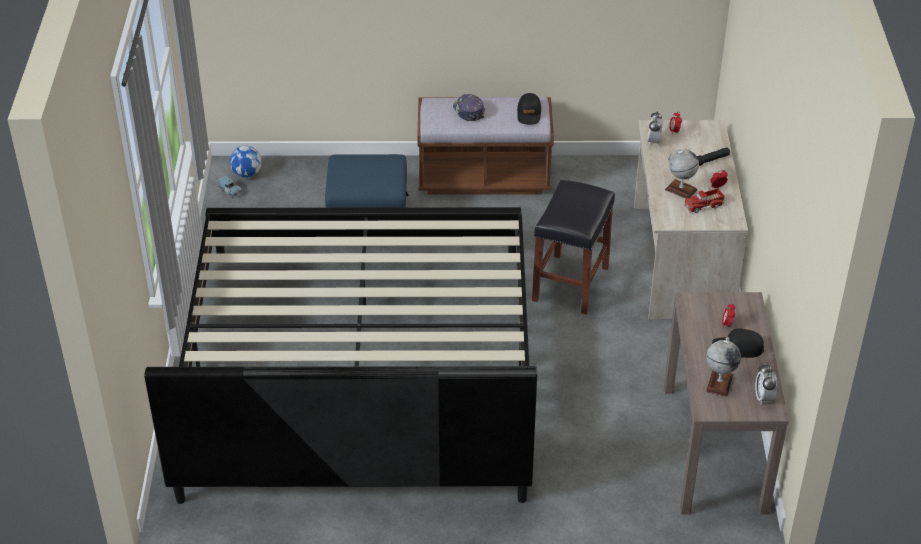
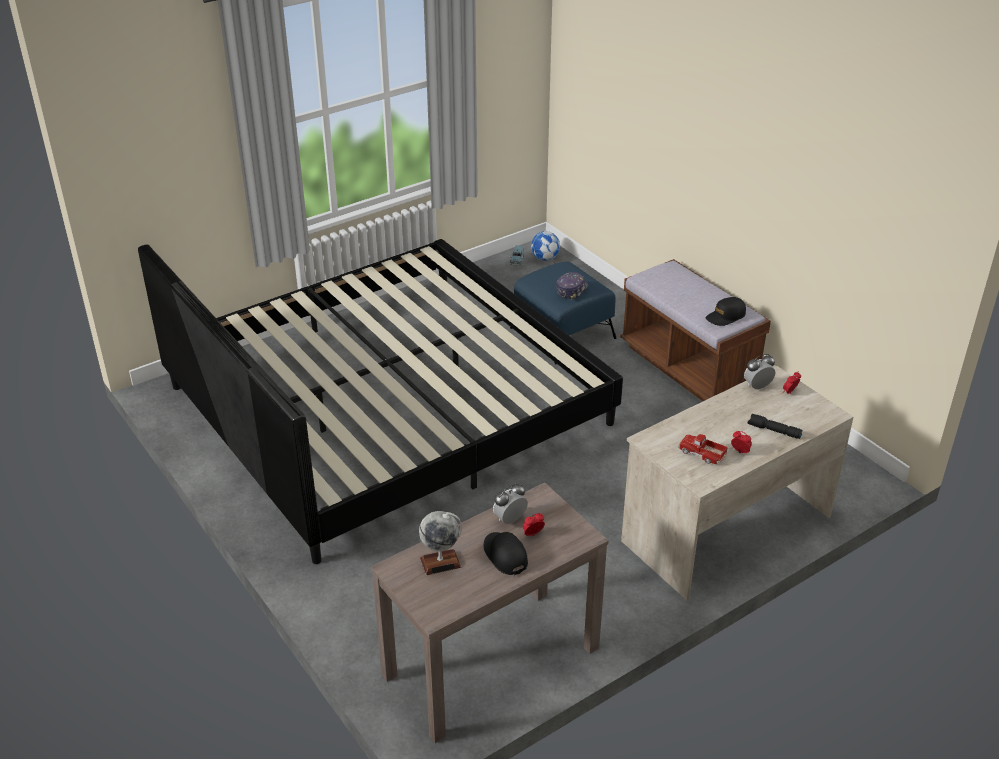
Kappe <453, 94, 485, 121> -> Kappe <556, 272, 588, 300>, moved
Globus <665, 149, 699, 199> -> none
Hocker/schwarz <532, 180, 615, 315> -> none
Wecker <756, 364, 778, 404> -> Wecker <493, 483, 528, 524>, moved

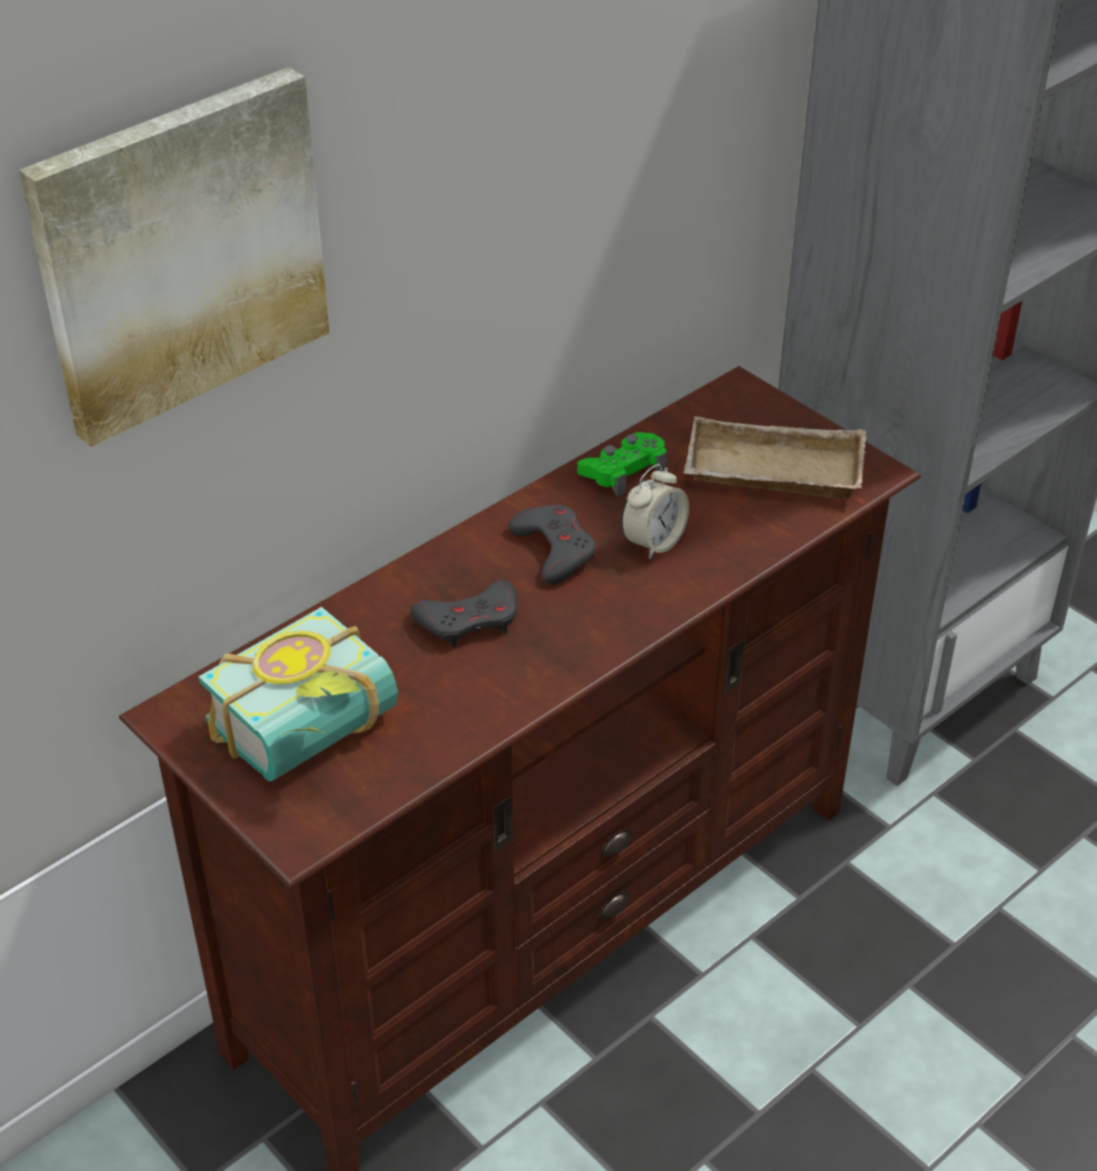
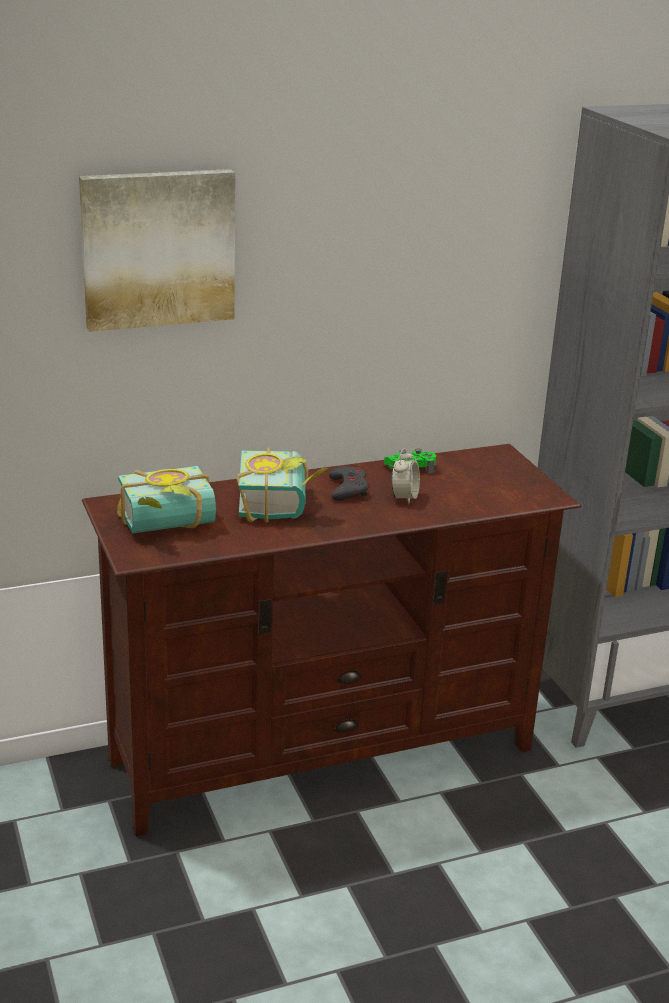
Tablett/beige <684, 416, 867, 499> -> none
Wecker <621, 464, 689, 559> -> Wecker <391, 448, 420, 504>, 45 degrees counterclockwise
Gamepad/grau <411, 580, 517, 648> -> Buch <237, 447, 329, 522>

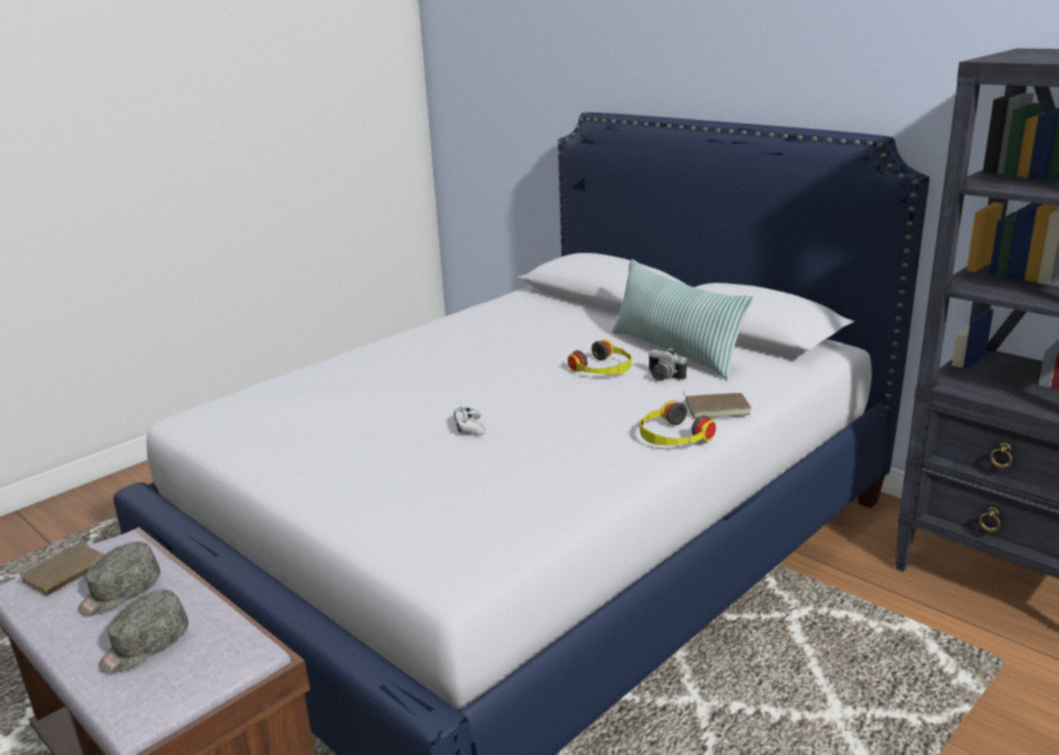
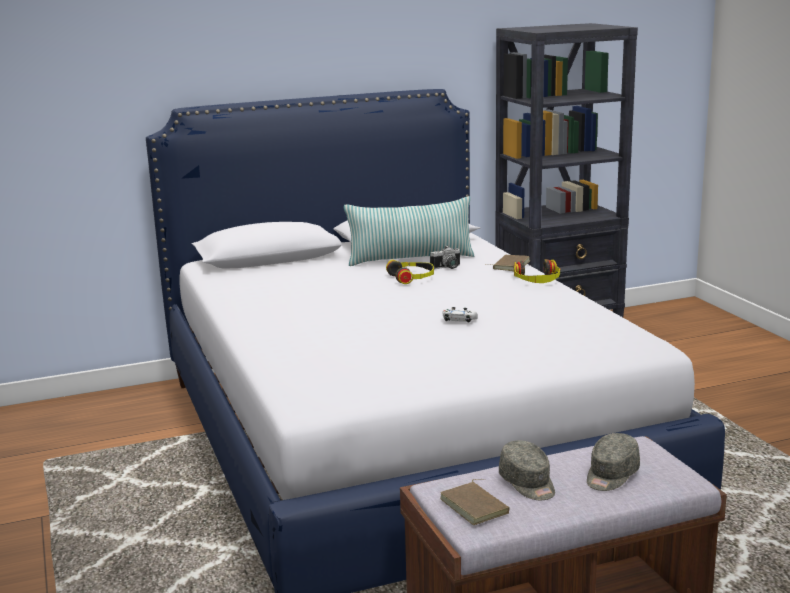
Kappe/grau <98, 590, 188, 673> -> Kappe/grau <587, 433, 640, 491>, 60 degrees clockwise

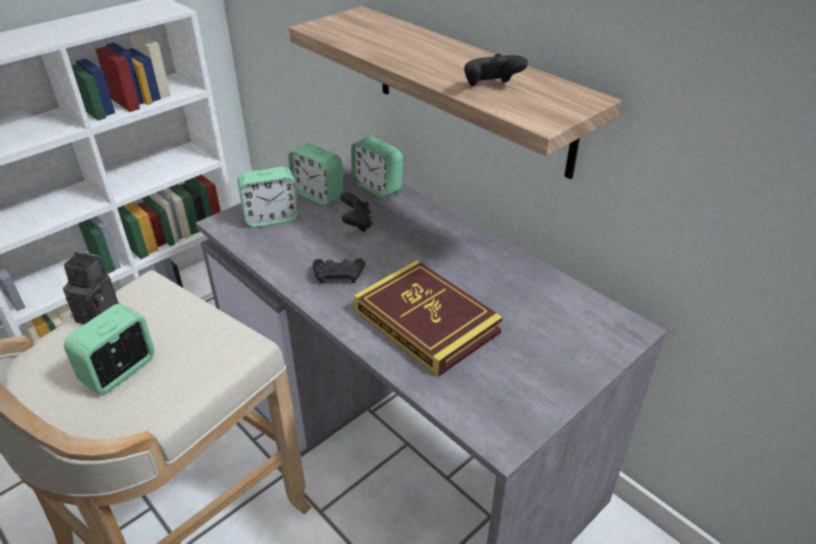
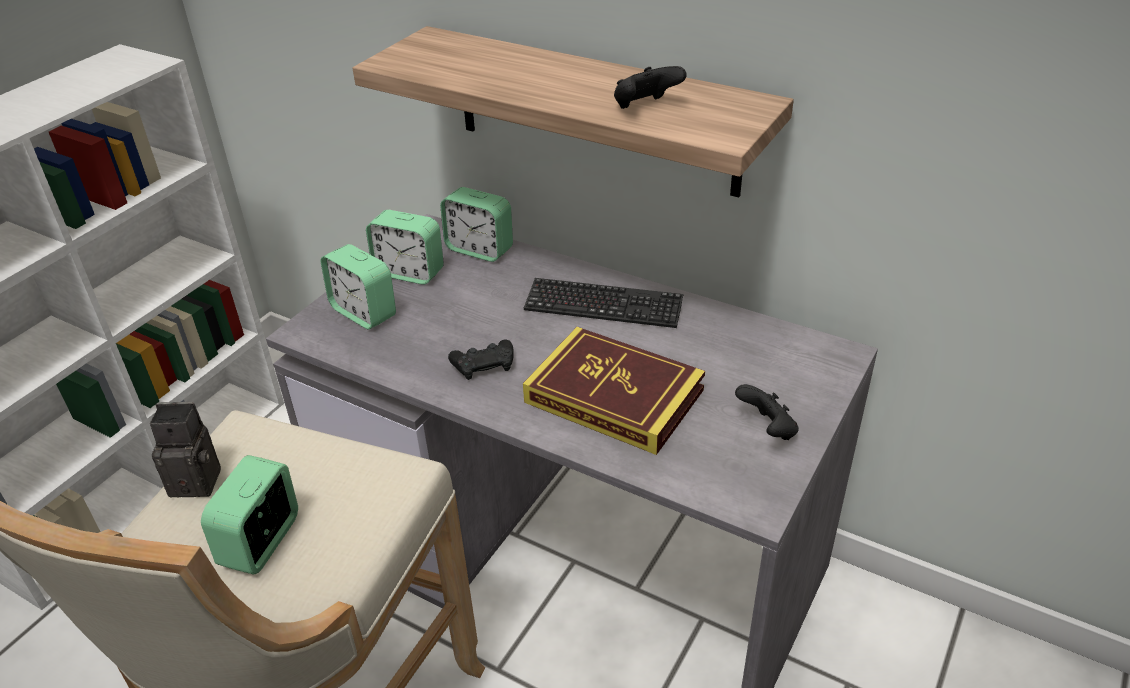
Wecker <237, 167, 299, 227> -> Wecker <321, 244, 396, 330>, 75 degrees clockwise
Gamepad/schwarz <340, 192, 372, 232> -> Gamepad/schwarz <735, 384, 799, 440>, moved
none -> Tastatur <524, 278, 683, 328>

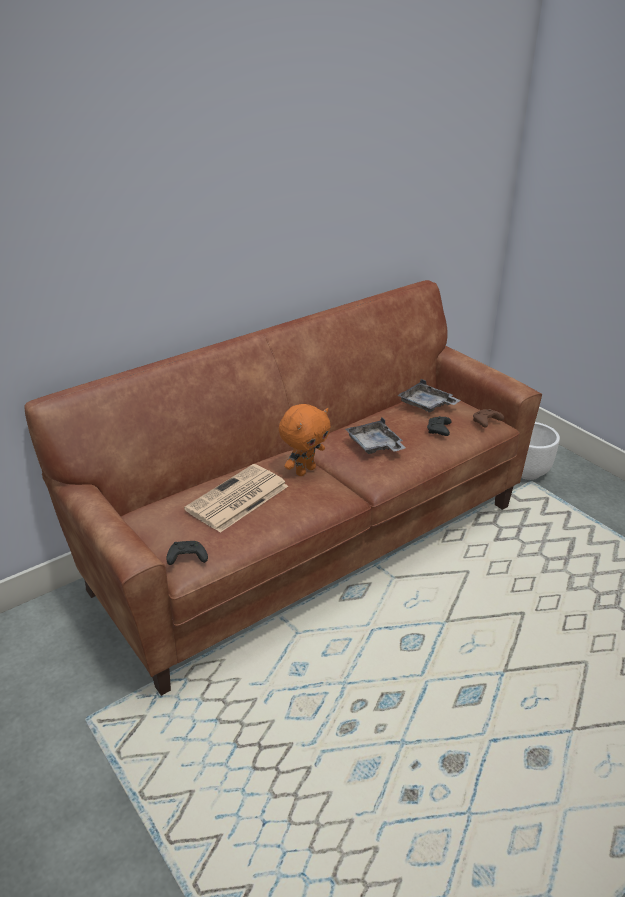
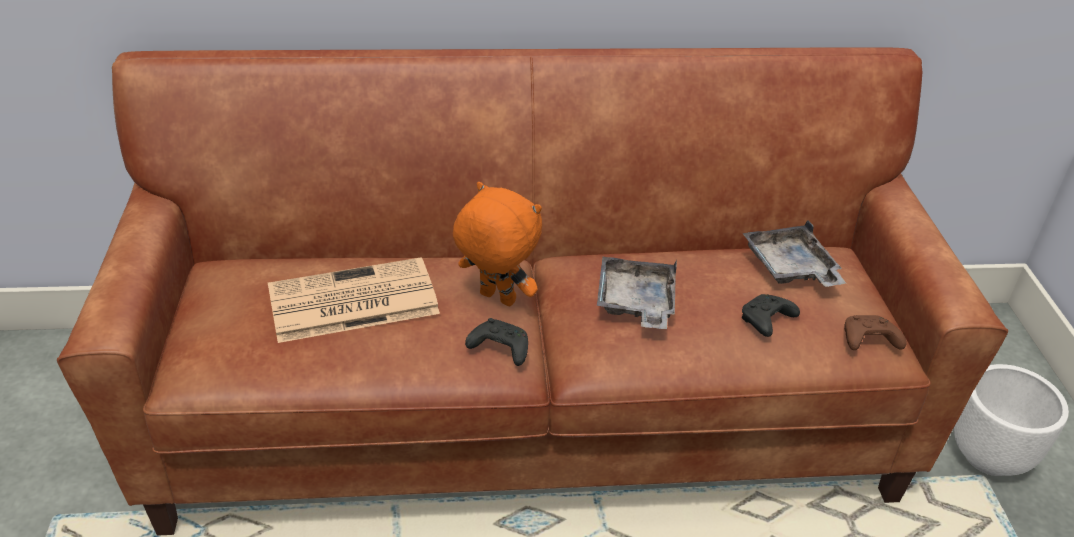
Plüschtier/orange <279, 404, 331, 476> -> Plüschtier/orange <453, 182, 542, 306>, 135 degrees counterclockwise
Gamepad/schwarz <166, 541, 208, 565> -> Gamepad/schwarz <465, 318, 528, 366>, moved

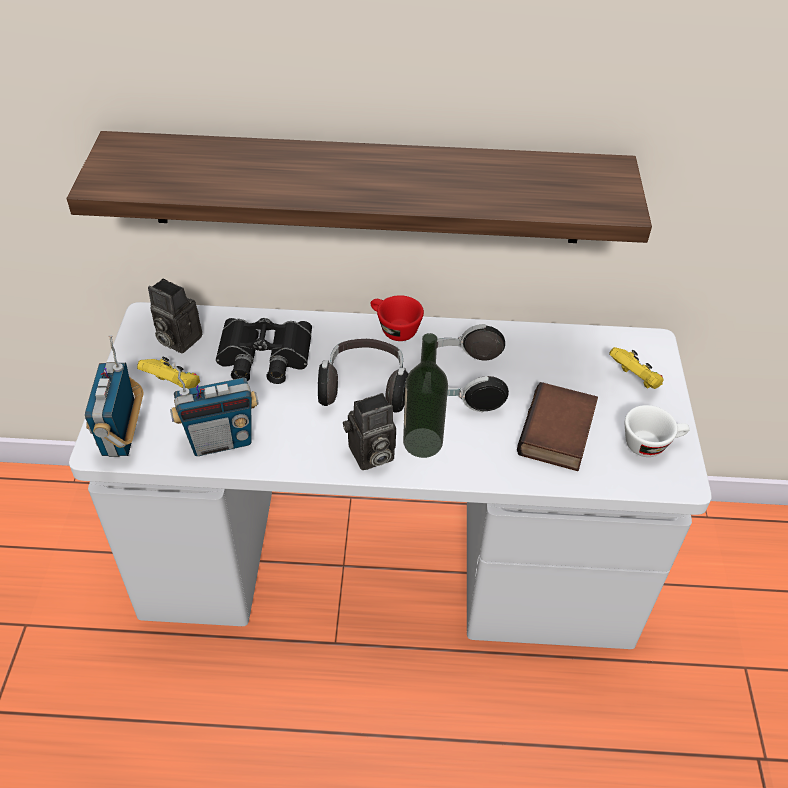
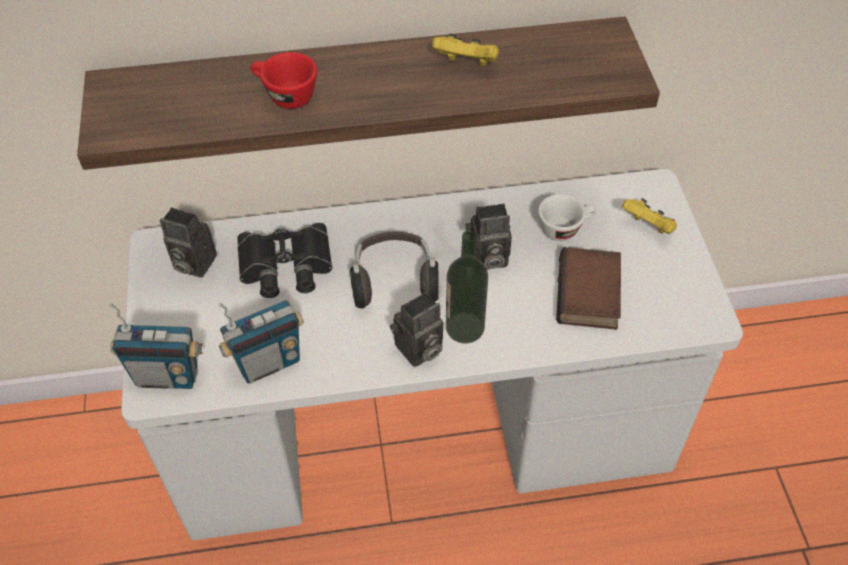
Tasse/rot <370, 295, 424, 341> -> Tasse/rot <250, 52, 317, 109>, moved
Kopfhörer <437, 324, 509, 412> -> Kamera <466, 203, 512, 270>
Radio <85, 335, 143, 457> -> Radio <109, 303, 203, 389>, 75 degrees counterclockwise
Gamepad/gelb <137, 357, 200, 389> -> Gamepad/gelb <432, 34, 499, 66>, moved
Tasse/weiß <625, 405, 690, 457> -> Tasse/weiß <538, 194, 596, 241>, moved

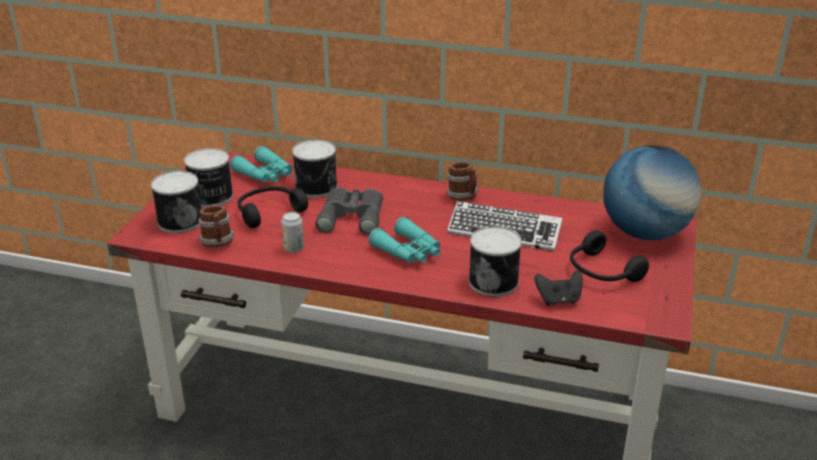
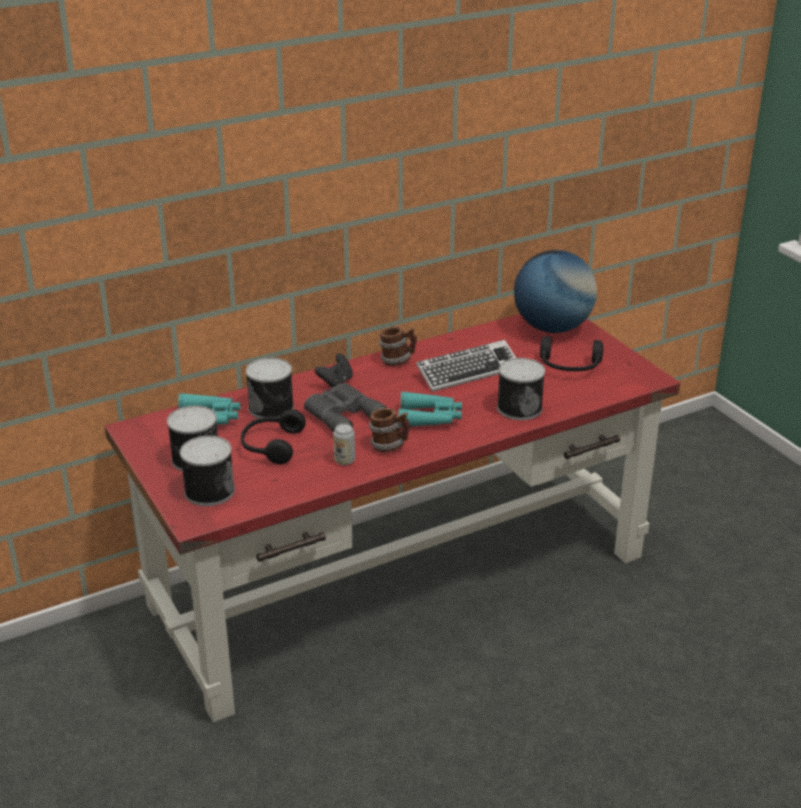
Henkelbecher <198, 205, 234, 248> -> Henkelbecher <369, 408, 410, 452>, moved
Gamepad/schwarz <535, 270, 583, 306> -> Gamepad/schwarz <315, 354, 353, 388>, moved

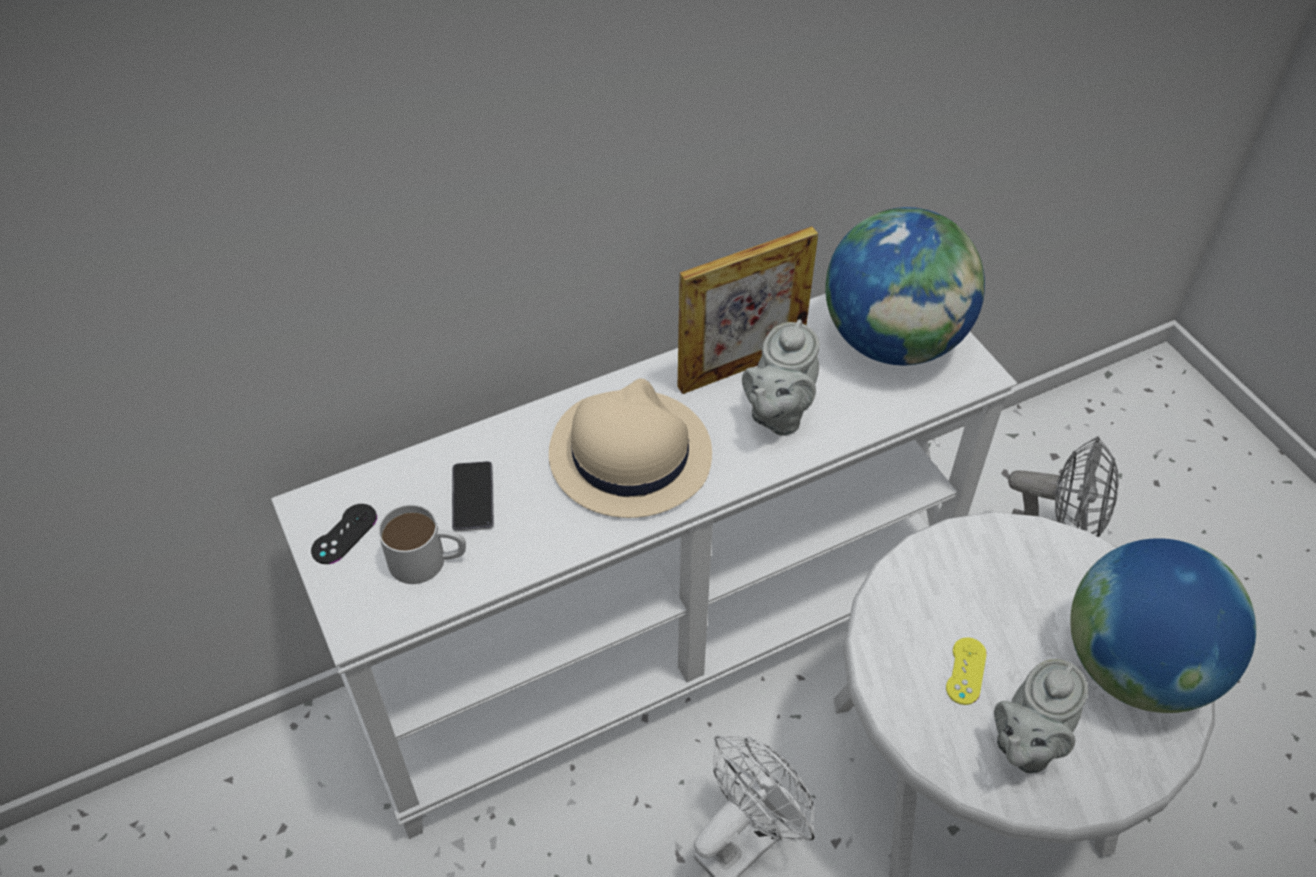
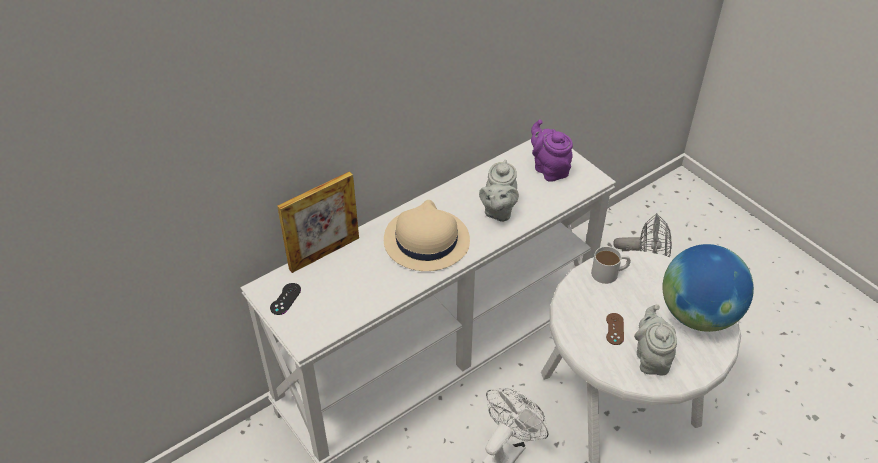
Globus <825, 207, 985, 365> -> Teekanne/lila <531, 120, 573, 182>
Bilderrahmen <678, 226, 818, 394> -> Bilderrahmen <277, 171, 359, 273>, moved
Handy <452, 461, 494, 532> -> none
Henkelbecher/weiß <378, 504, 466, 584> -> Henkelbecher/weiß <591, 246, 631, 284>, moved
Gamepad/gelb <946, 637, 987, 705> -> Gamepad/braun <606, 313, 624, 345>
Teekanne/grau <994, 659, 1088, 773> -> Teekanne/grau <634, 304, 677, 375>, 150 degrees clockwise

